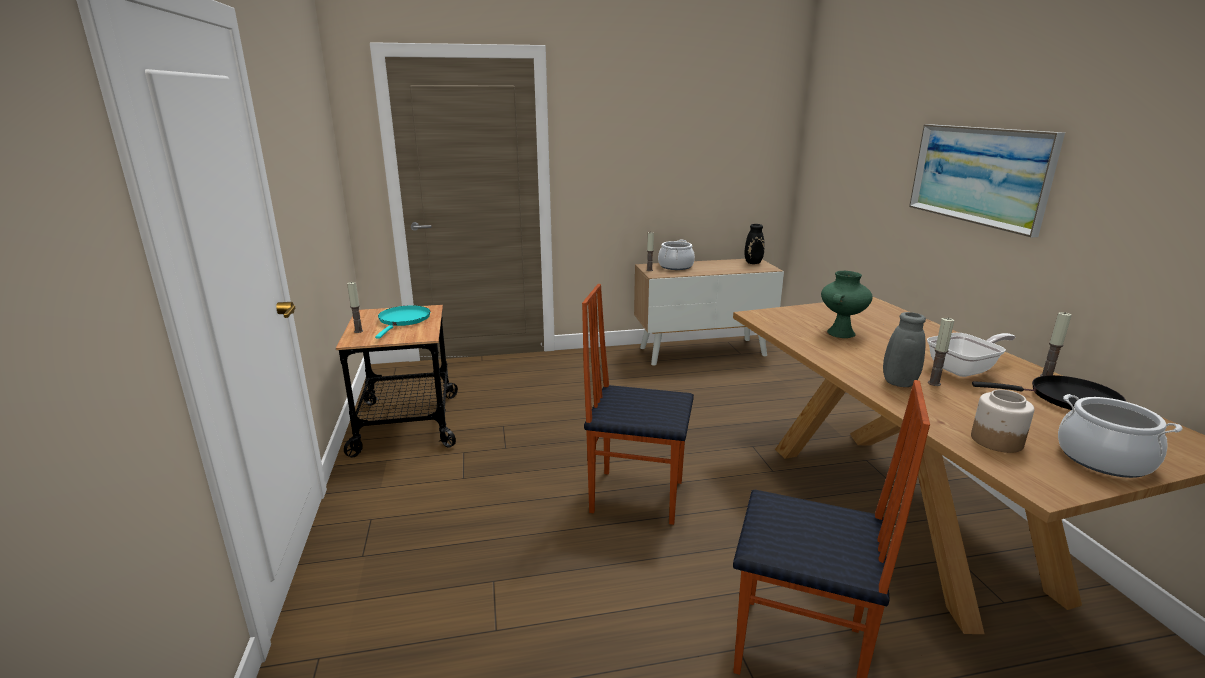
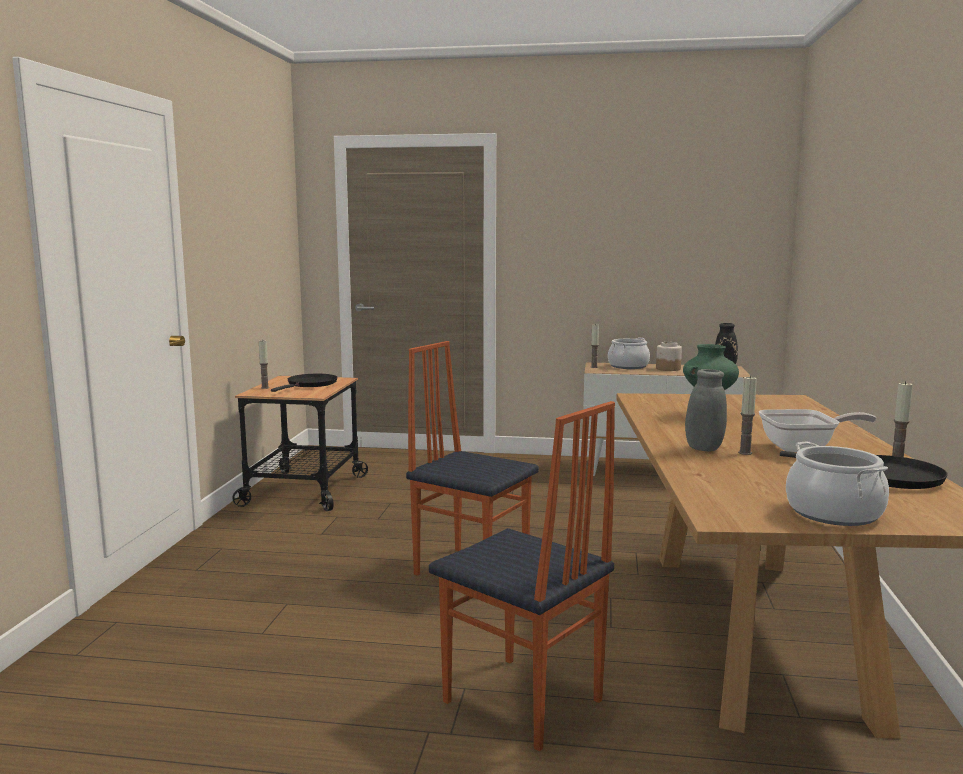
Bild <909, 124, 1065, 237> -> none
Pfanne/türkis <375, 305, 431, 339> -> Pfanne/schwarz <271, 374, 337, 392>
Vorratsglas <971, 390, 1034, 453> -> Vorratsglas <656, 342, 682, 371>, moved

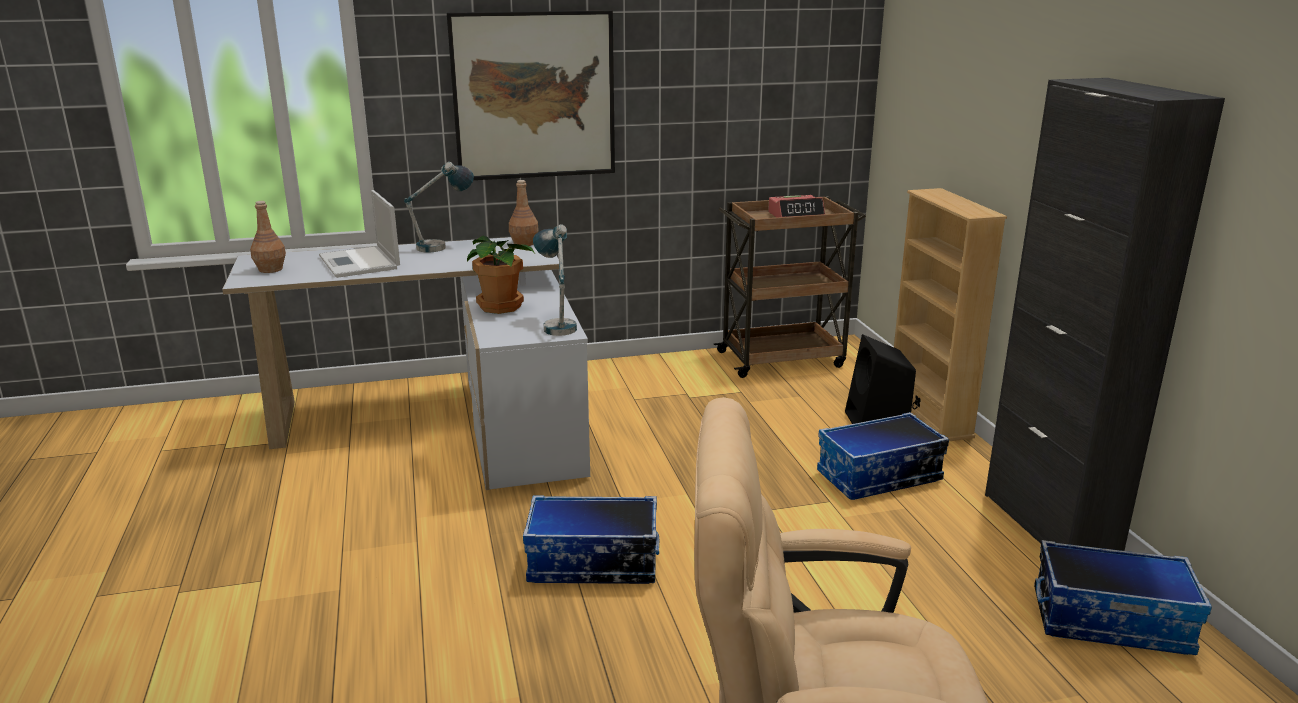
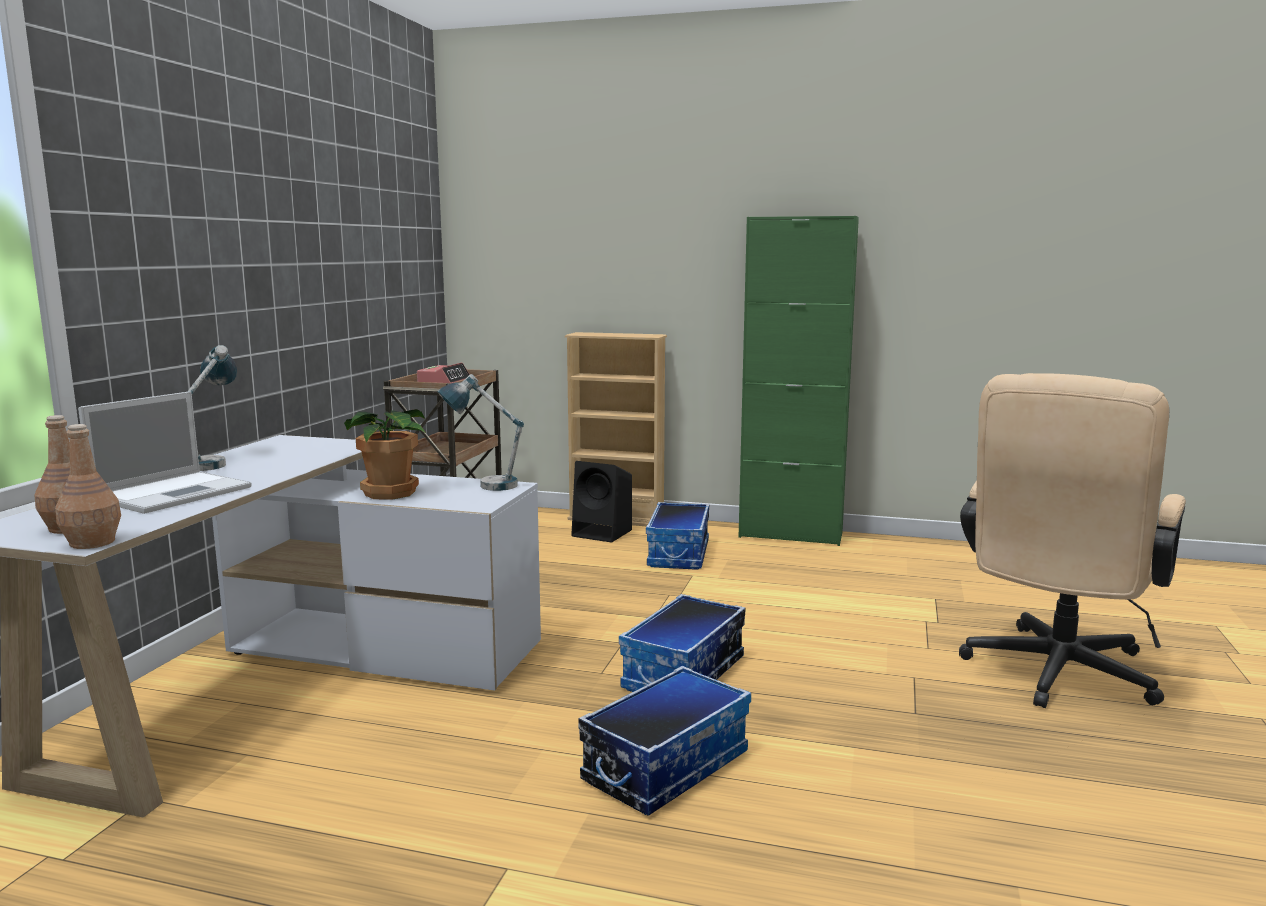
Bild <447, 10, 615, 180> -> none
Schrank/schwarz <985, 78, 1225, 551> -> Schrank/grün <739, 216, 859, 546>
Flasche/braun <509, 180, 539, 246> -> Flasche/braun <55, 424, 121, 549>, moved
Laptop <319, 190, 400, 278> -> Laptop <78, 391, 252, 514>, 60 degrees counterclockwise
Aufbewahrungsbox <1034, 540, 1212, 655> -> Aufbewahrungsbox <578, 666, 751, 816>, moved

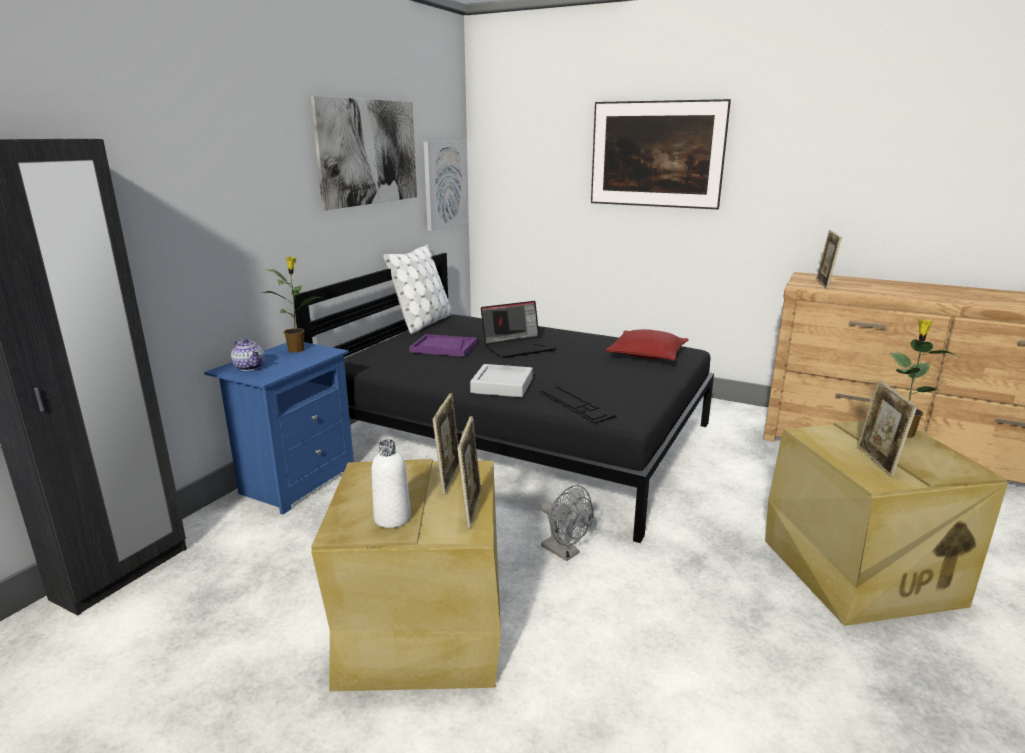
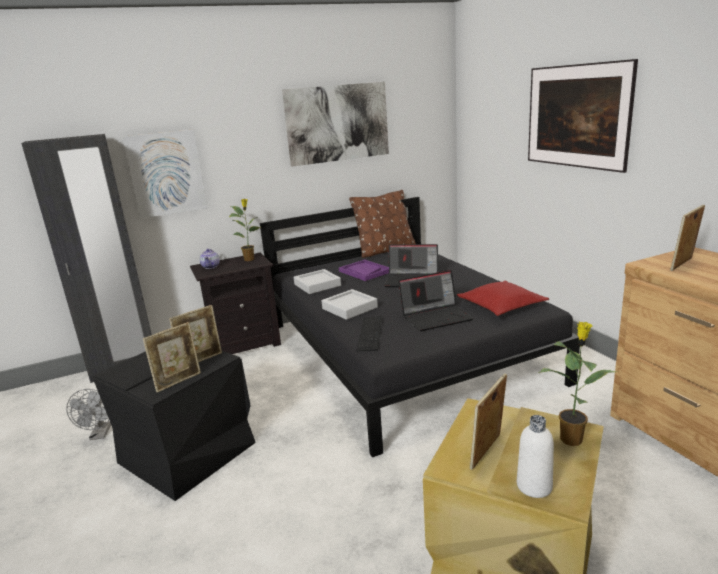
Bild <424, 141, 468, 231> -> Bild <122, 130, 208, 218>, moved
Kissen/weiß <383, 244, 452, 334> -> Kissen/braun <349, 190, 416, 258>
Nachttisch/blau <204, 342, 354, 515> -> Nachttisch/schwarz <190, 253, 281, 354>
Flasche/weiß <371, 439, 411, 528> -> Flasche/weiß <517, 415, 554, 498>, moved
Aufbewahrungsbox/beige <311, 459, 501, 691> -> Aufbewahrungsbox/schwarz <93, 351, 256, 501>
Ventilator/grau <541, 485, 593, 561> -> Ventilator/grau <66, 389, 111, 440>, moved
none -> Tablett/grau <294, 269, 341, 294>
none -> Laptop <399, 270, 474, 331>

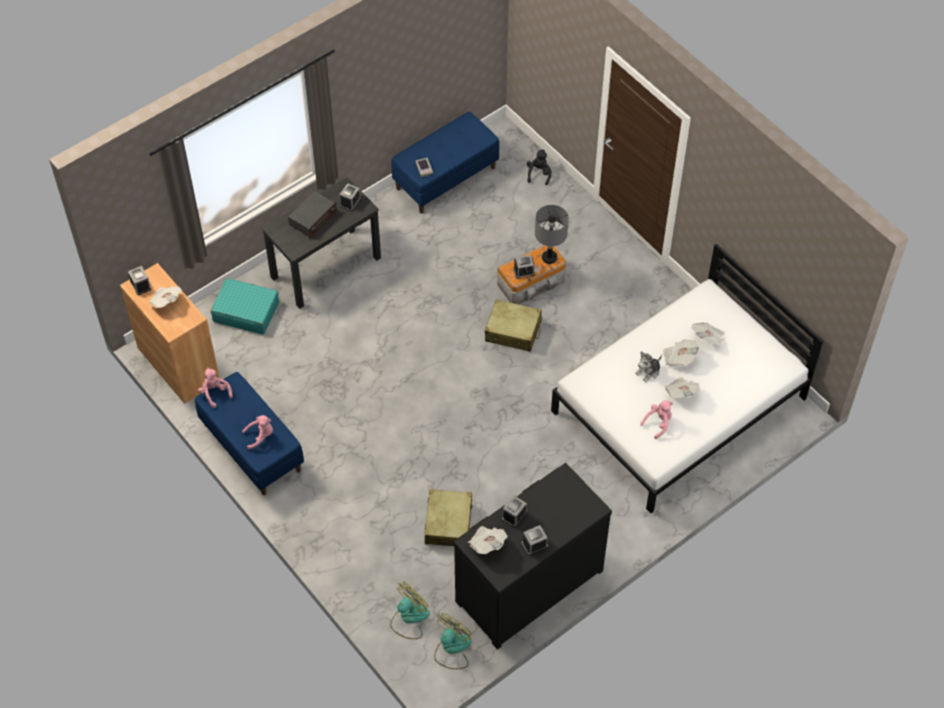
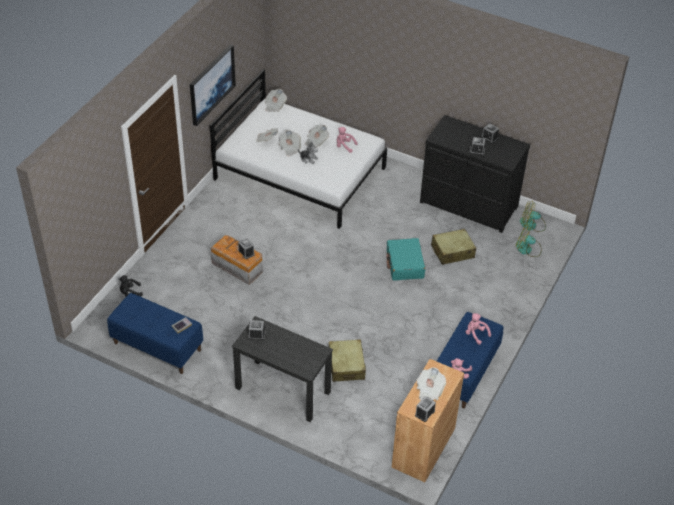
Radio <288, 191, 337, 239> -> none
Tischlampe/grau <535, 205, 569, 264> -> none
Koffer/türkis <211, 278, 279, 334> -> Koffer/türkis <387, 238, 425, 281>, moved
Koffer/beige <485, 299, 542, 352> -> Koffer/beige <329, 339, 366, 382>, moved
Zeitung <468, 526, 508, 554> -> Zeitung <265, 89, 287, 112>, moved
none -> Bild <190, 45, 236, 126>

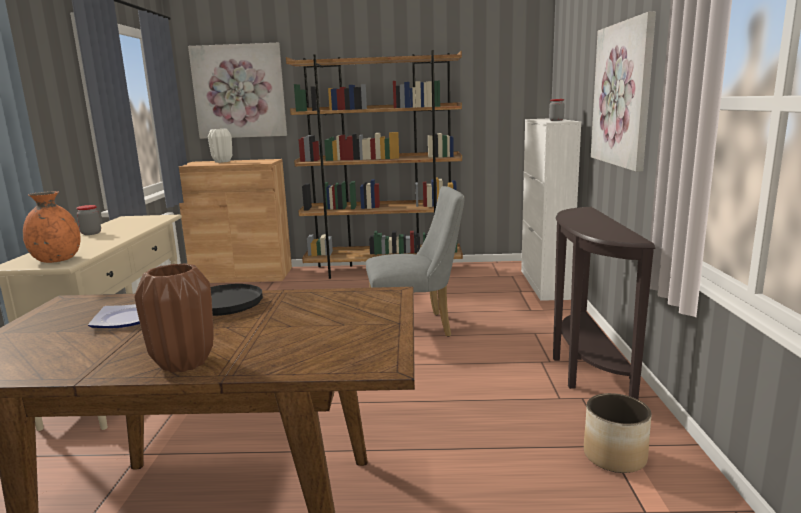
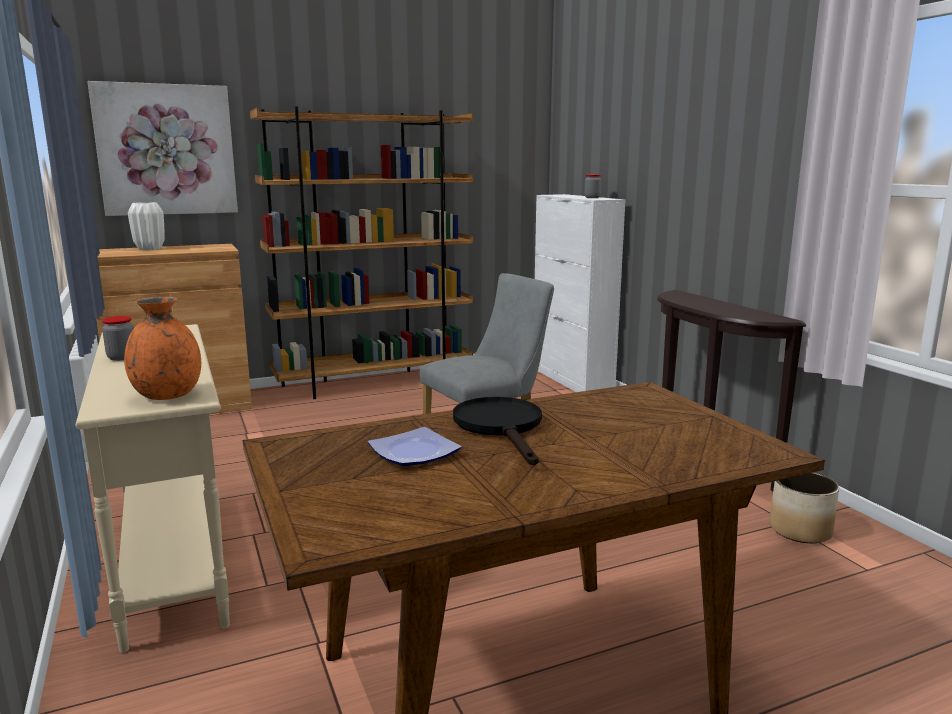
Bild <591, 11, 656, 172> -> none
Vase/braun <134, 263, 214, 373> -> none

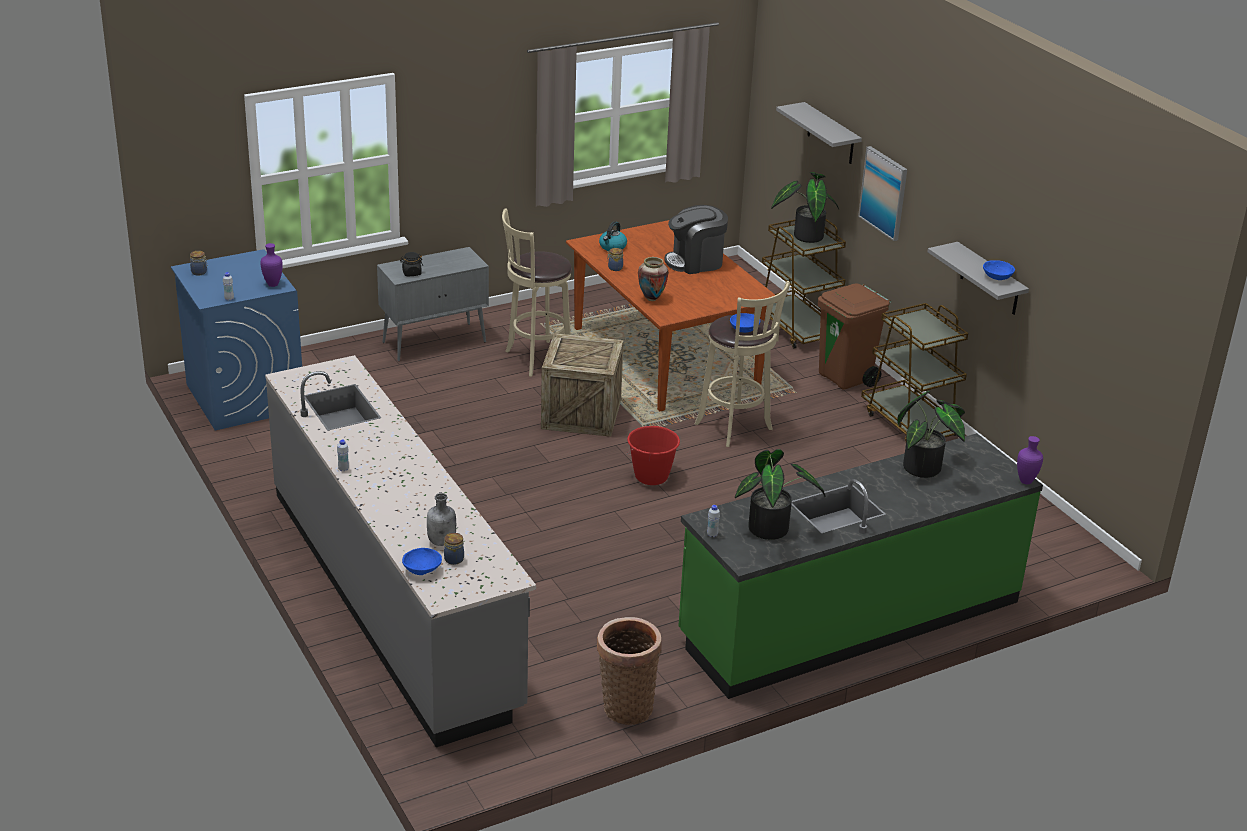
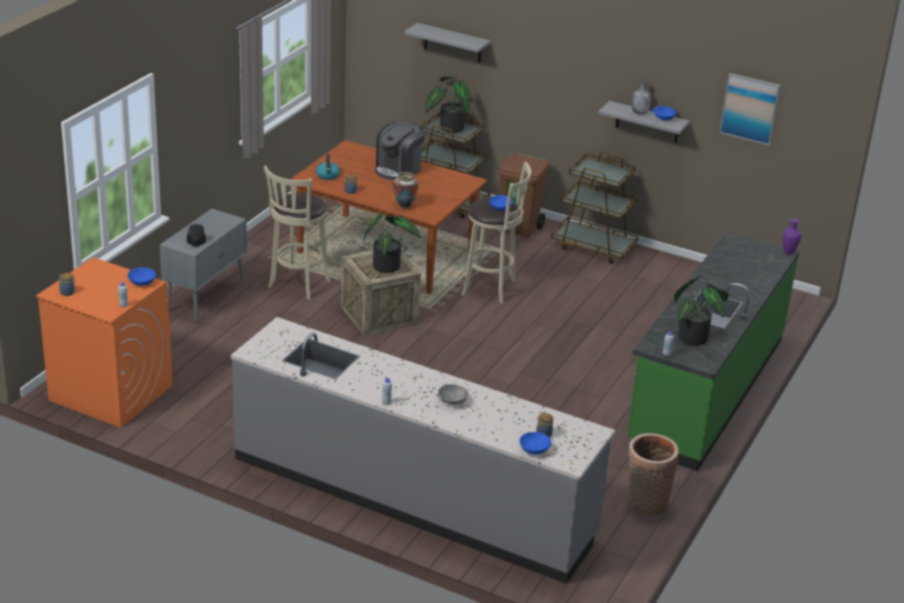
Bild <858, 146, 907, 241> -> Bild <719, 73, 781, 146>, moved
Vase/lila <260, 243, 283, 287> -> Schüssel/blau <128, 268, 156, 286>
Waschmaschine/blau <171, 249, 302, 431> -> Waschmaschine/orange <36, 257, 173, 428>
Topfpflanze <897, 391, 965, 478> -> Topfpflanze <363, 211, 421, 273>, moved
Eimer/rot <627, 426, 680, 485> -> none
Flasche/grau <427, 493, 456, 546> -> Flasche/grau <632, 80, 651, 114>, moved
none -> Schüssel/grau <438, 384, 468, 404>

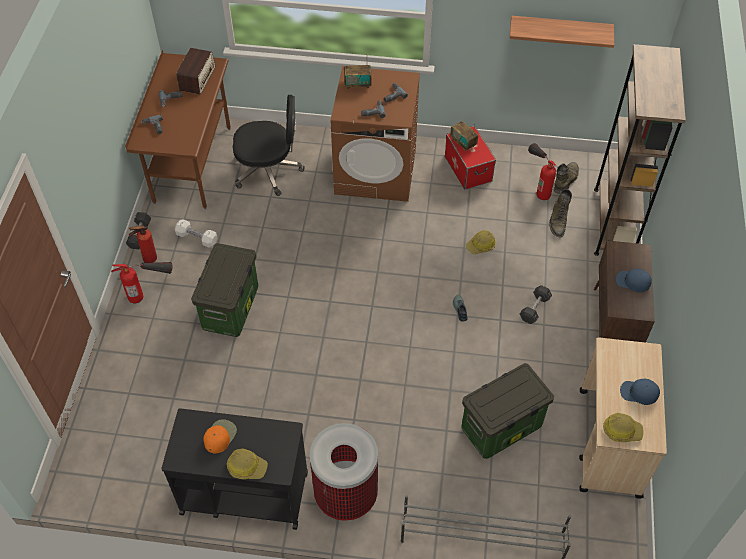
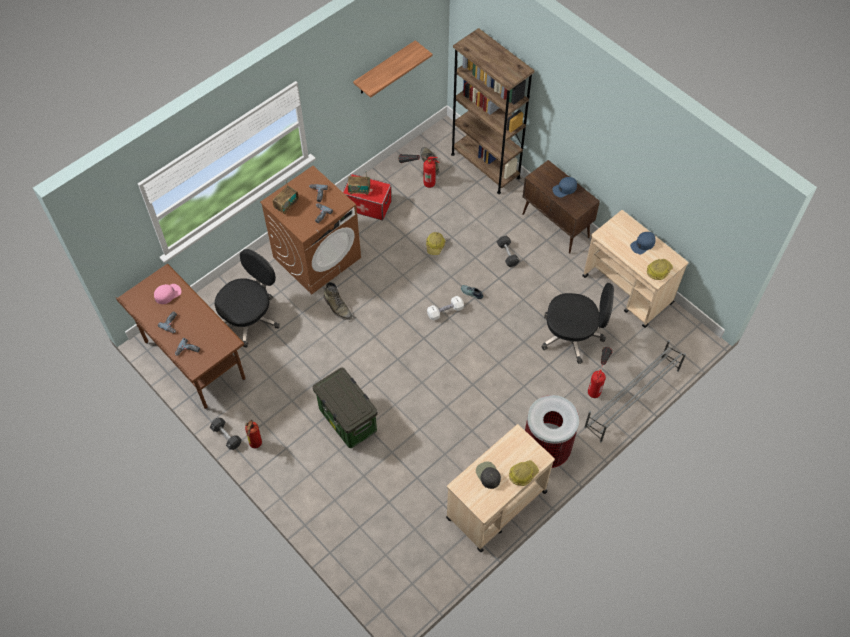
Radio <176, 48, 215, 95> -> Kappe/rosa <154, 284, 181, 304>
Stiefel/grün <549, 189, 572, 237> -> Stiefel/grün <324, 282, 352, 320>, moved
Hantel/weiß <175, 219, 218, 248> -> Hantel/weiß <427, 296, 464, 321>, moved
Feuerlöscher <111, 262, 172, 303> -> Feuerlöscher <588, 347, 612, 398>, moved
Aufbewahrungsbox <462, 363, 554, 459> -> Bürostuhl/schwarz <542, 283, 614, 364>
Rollwagen/schwarz <161, 408, 308, 530> -> Rollwagen/beige <446, 424, 555, 553>
Kappe/orange <203, 419, 237, 453> -> Kappe/schwarz <476, 461, 501, 489>

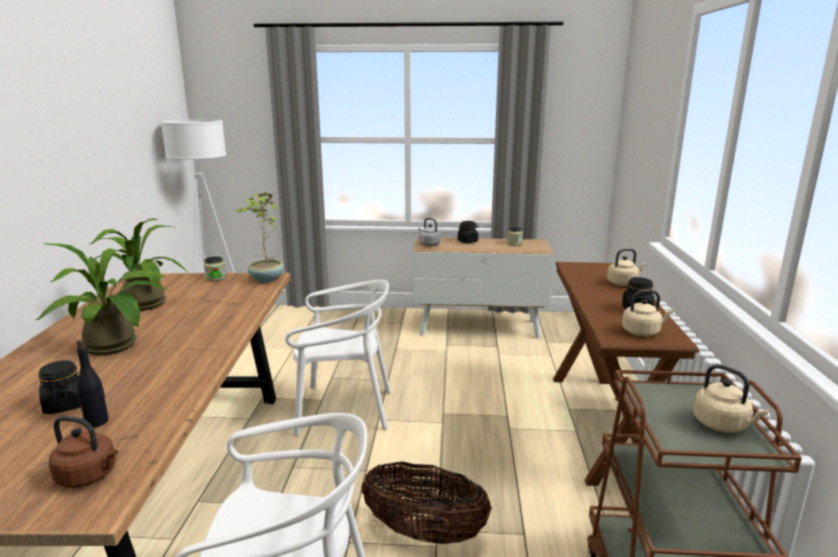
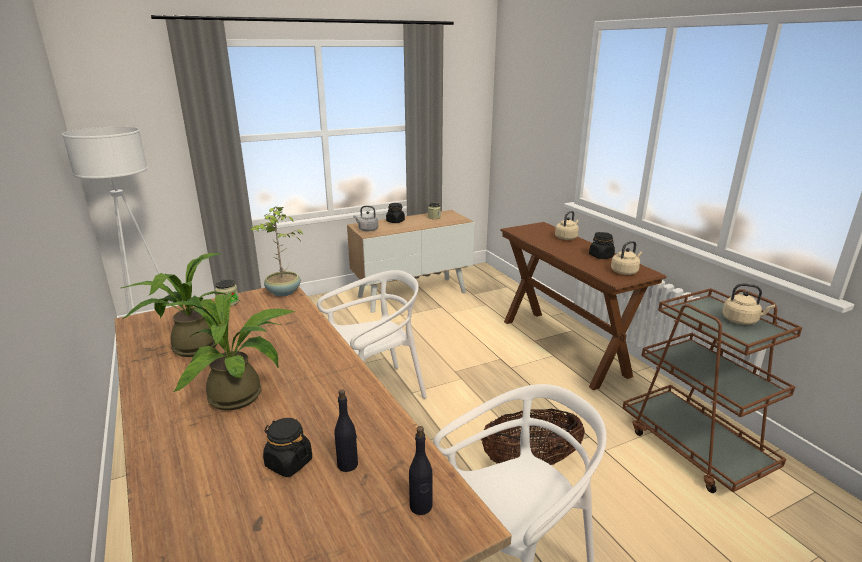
Wasserkessel/braun <49, 416, 118, 488> -> Flasche/schwarz <409, 426, 432, 515>

